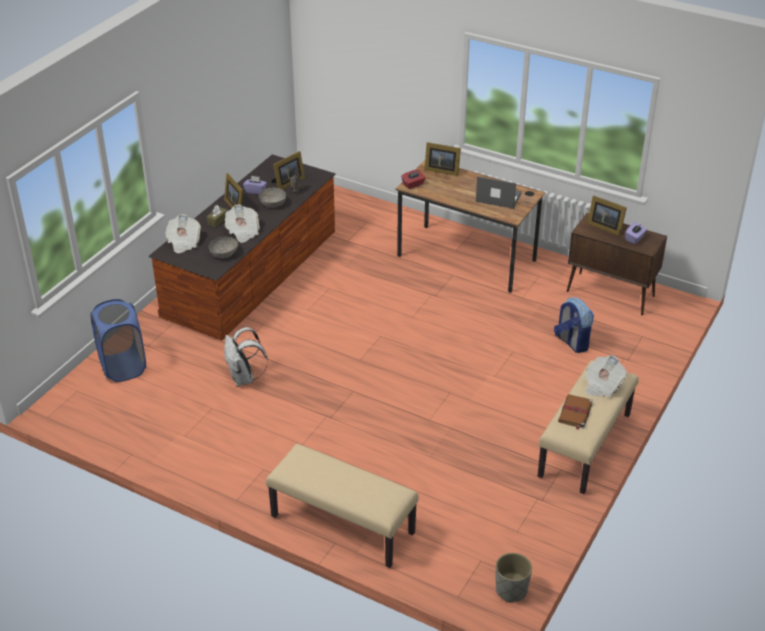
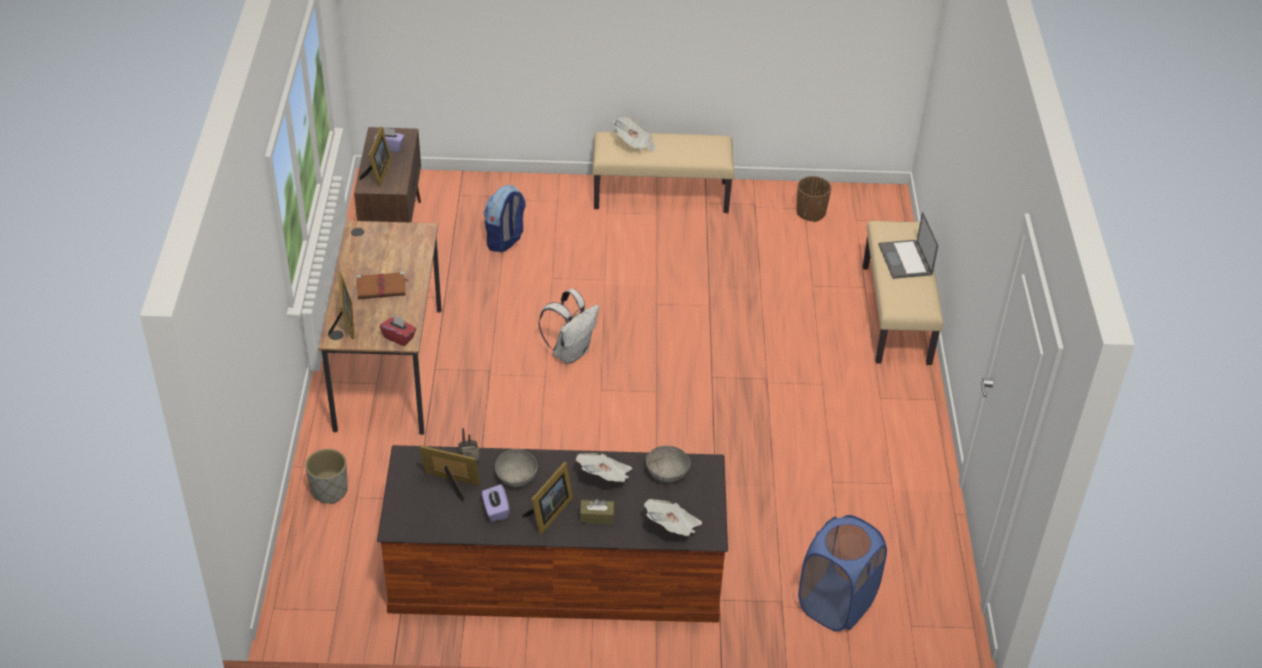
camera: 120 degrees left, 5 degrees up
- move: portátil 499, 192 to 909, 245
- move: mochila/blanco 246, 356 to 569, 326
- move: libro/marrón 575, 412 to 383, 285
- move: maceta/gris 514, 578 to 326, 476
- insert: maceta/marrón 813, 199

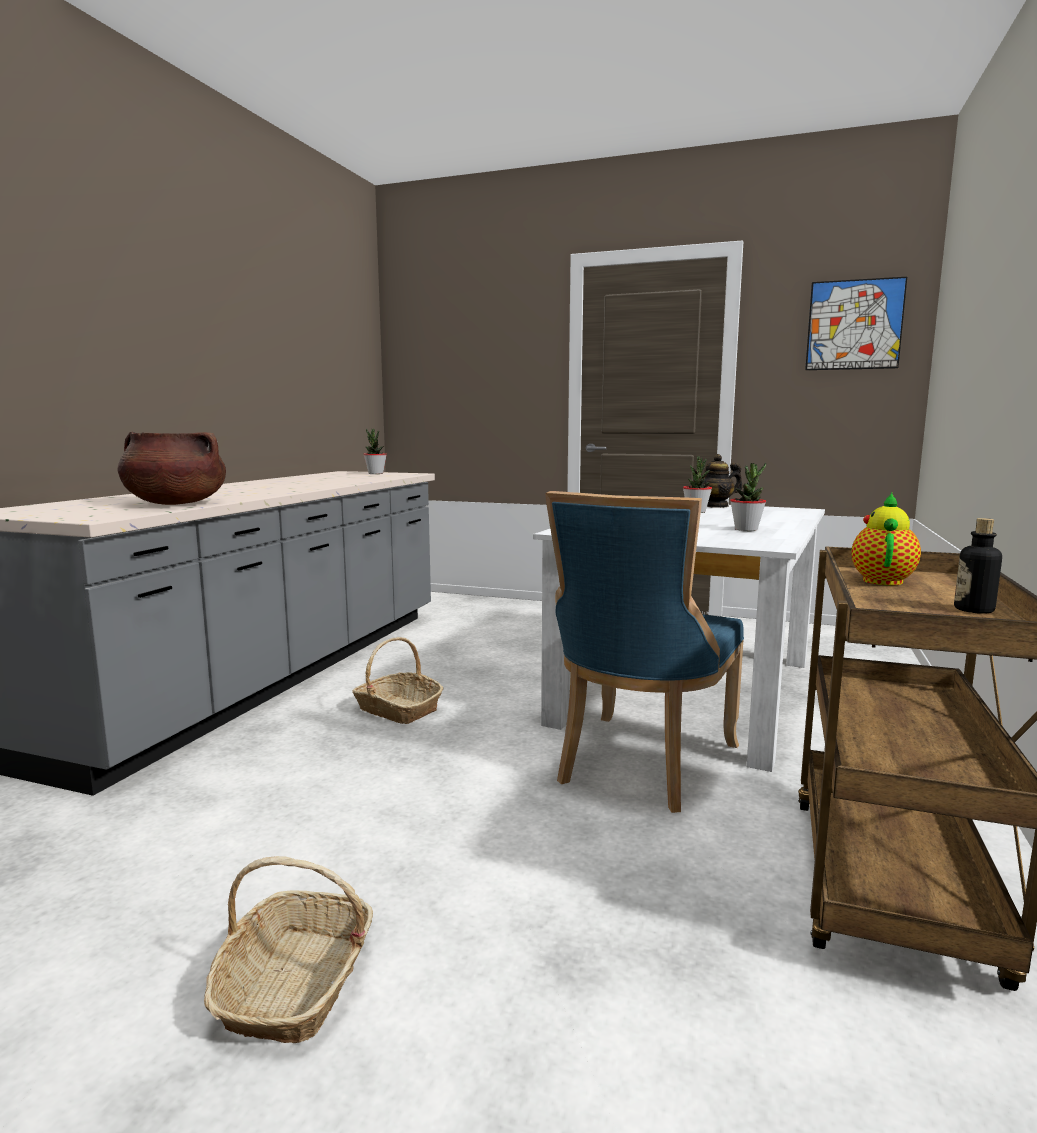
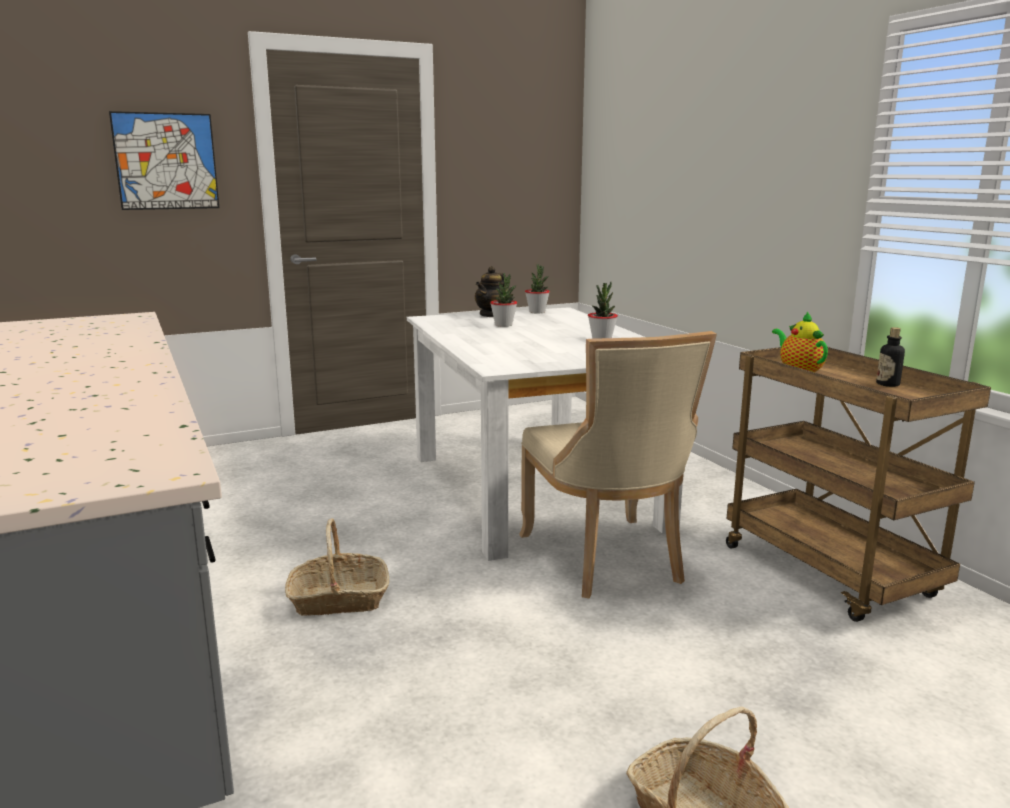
camera: 45 degrees left, 5 degrees up
- move: cuadro 856, 323 to 164, 160
- move: planta en maceta 375, 451 to 537, 289
- delete: olla/marrón 171, 468
- recolor: silla/azul 644, 652 to silla/beis 618, 465

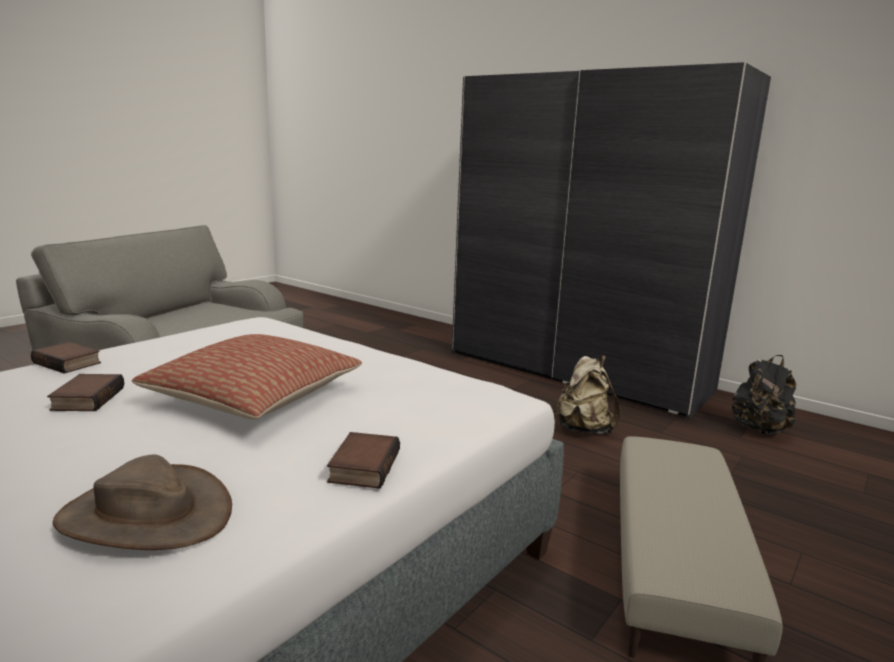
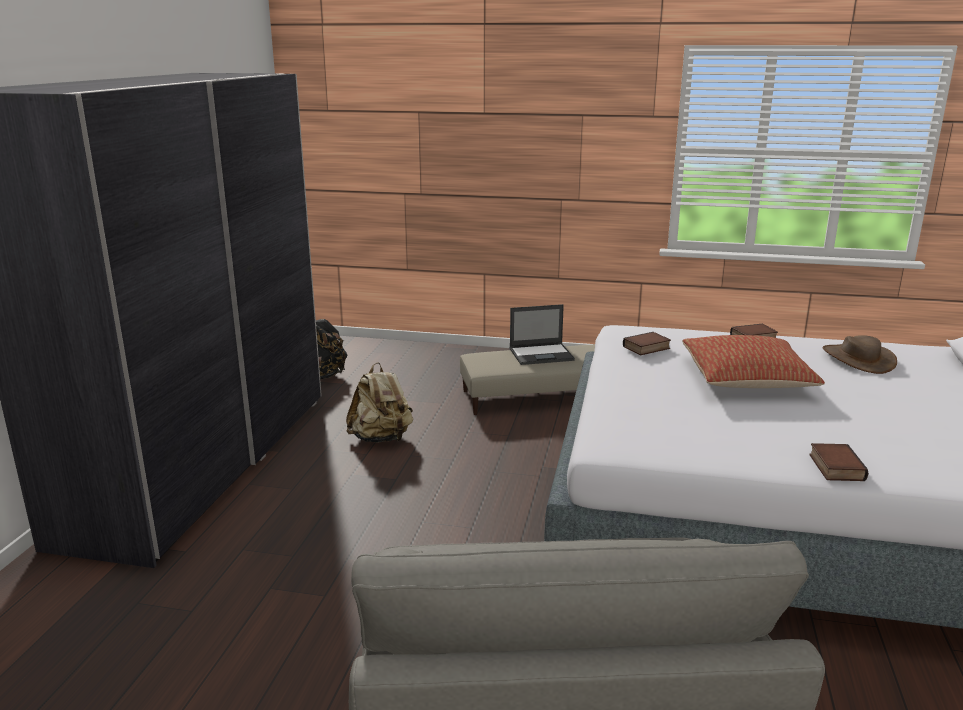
camera: 115 degrees left, 5 degrees up
- move: libro 85, 392 to 647, 343
- insert: portátil 542, 334

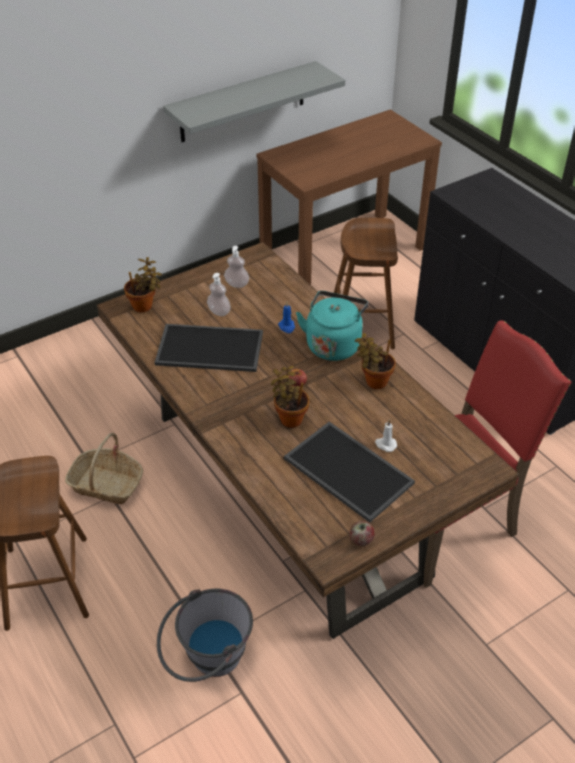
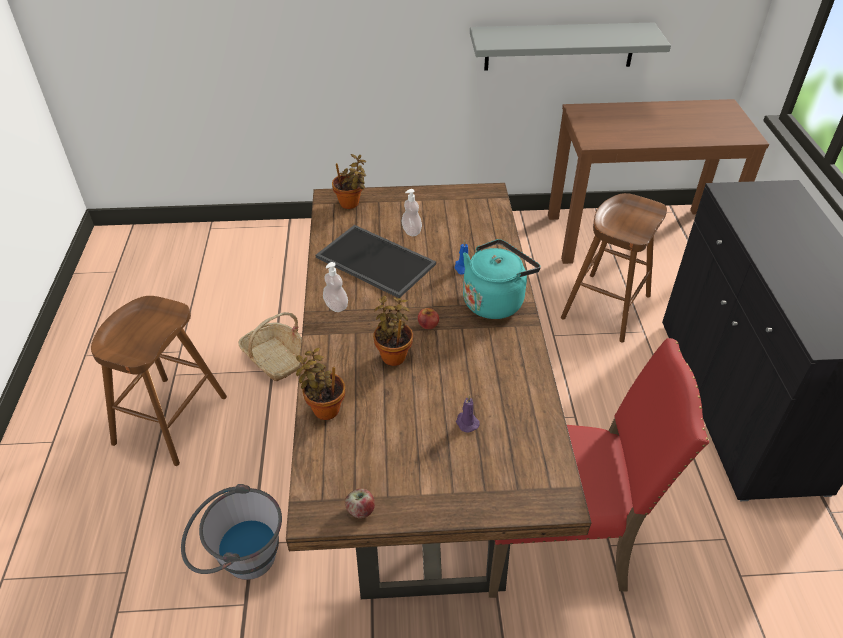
camera: 30 degrees right, 0 degrees up
- move: dispensador de jabón 236, 267 to 335, 287
- move: planta en maceta 375, 361 to 320, 383
- recolor: vela/blanco 386, 436 to vela/morado 468, 413
- delete: bandeja 349, 472

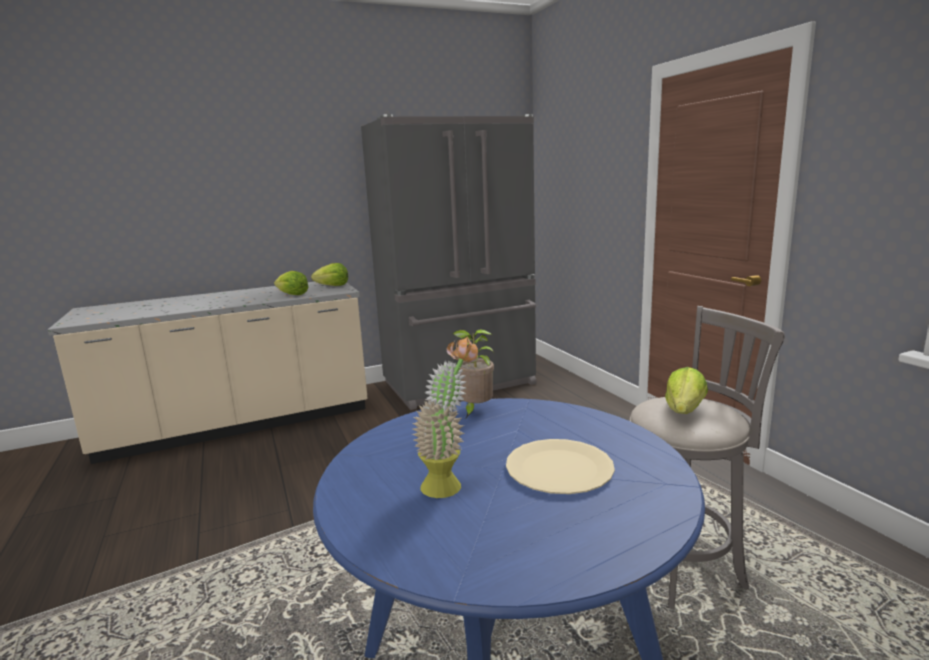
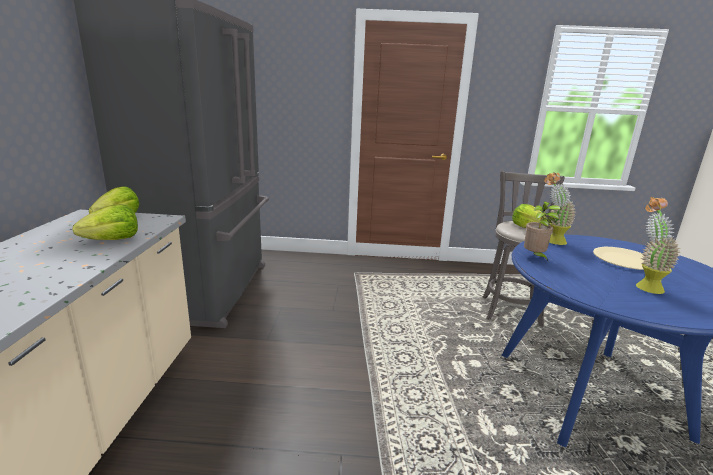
camera: 65 degrees left, 5 degrees up
- insert: planta en maceta 560, 208

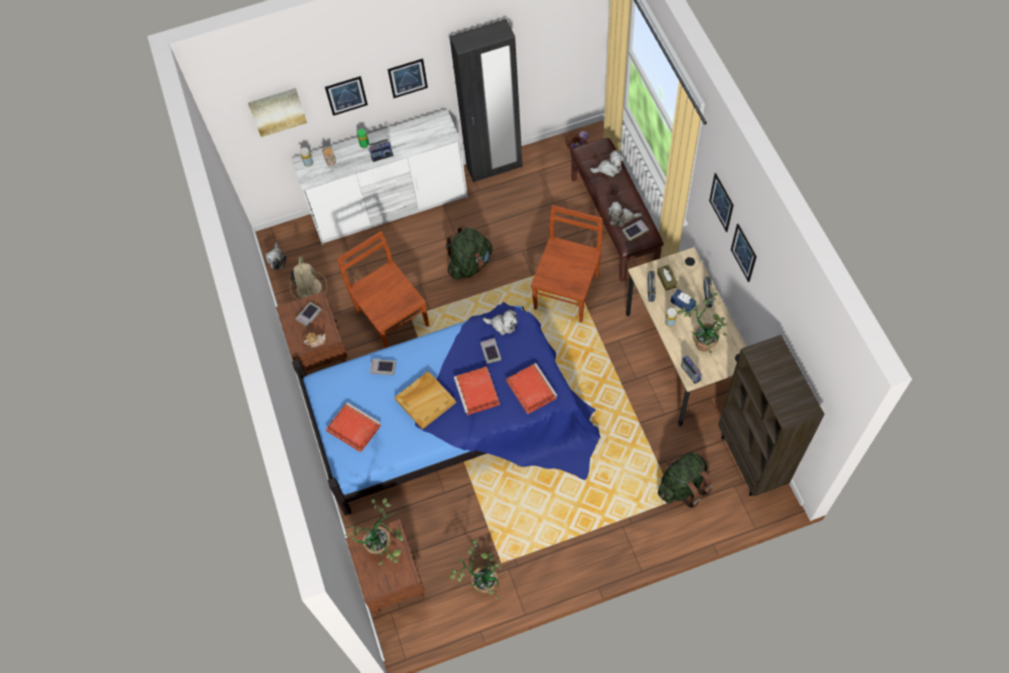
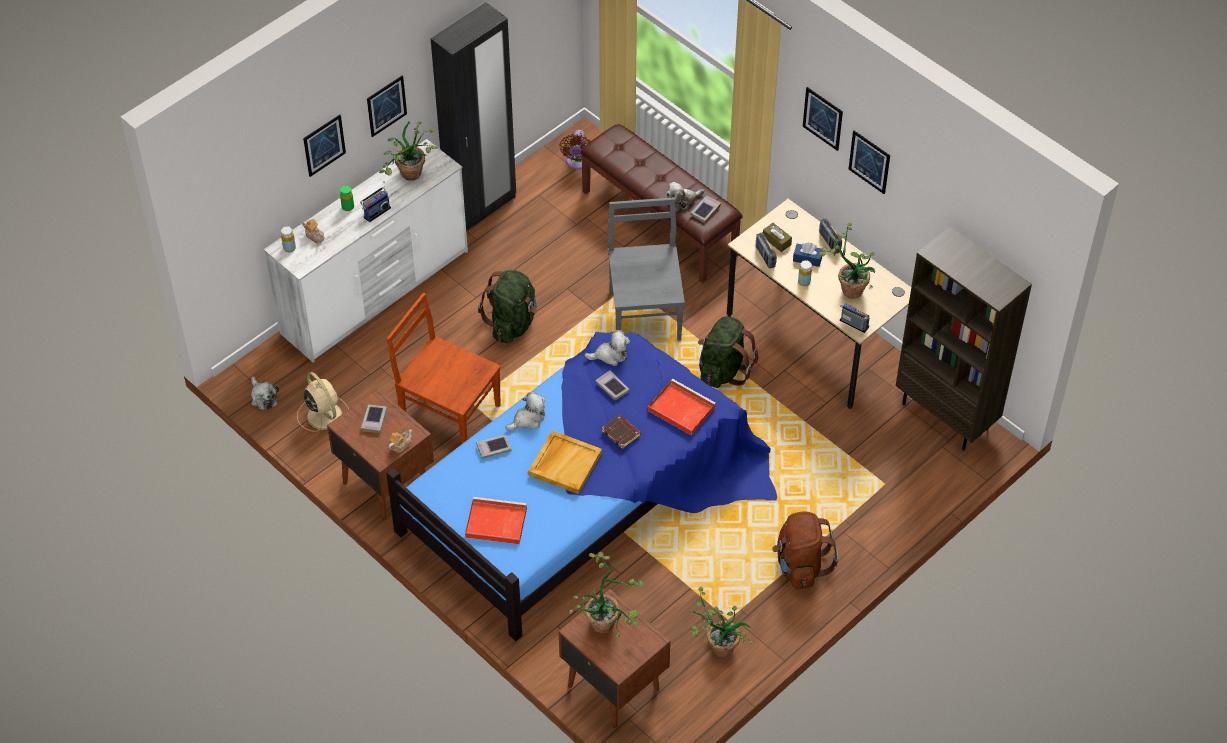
camera: 30 degrees left, 10 degrees down
- delete: cuadro 277, 112
- move: peluche 607, 163 to 525, 411
- recolor: silla/marrón 567, 263 to silla/gris 646, 269
- replace: bandeja/rojo 477, 390 to libro/marrón 621, 432
- move: mochila/verde 685, 480 to 728, 352
- insert: planta en maceta 408, 151
- insert: mochila/marrón 805, 550

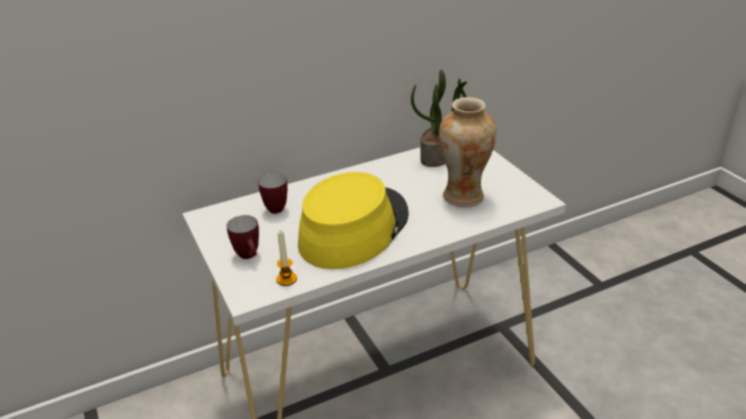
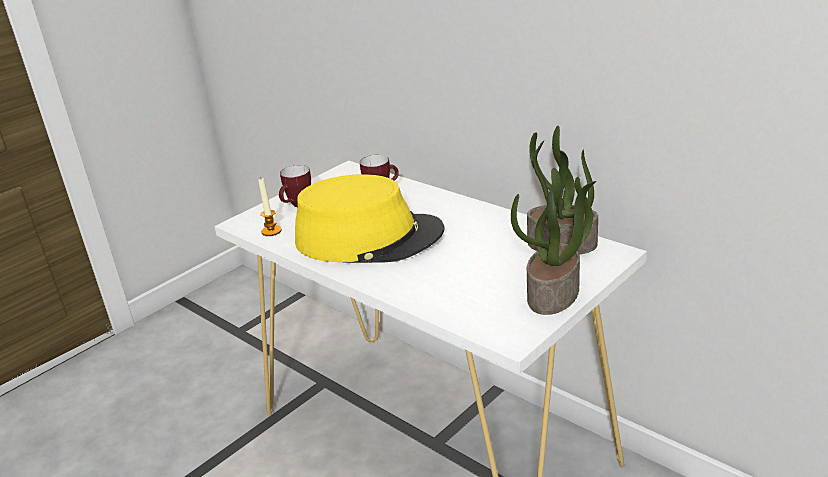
camera: 70 degrees right, 5 degrees down
- delete: florero 468, 152
- insert: planta en maceta 553, 241

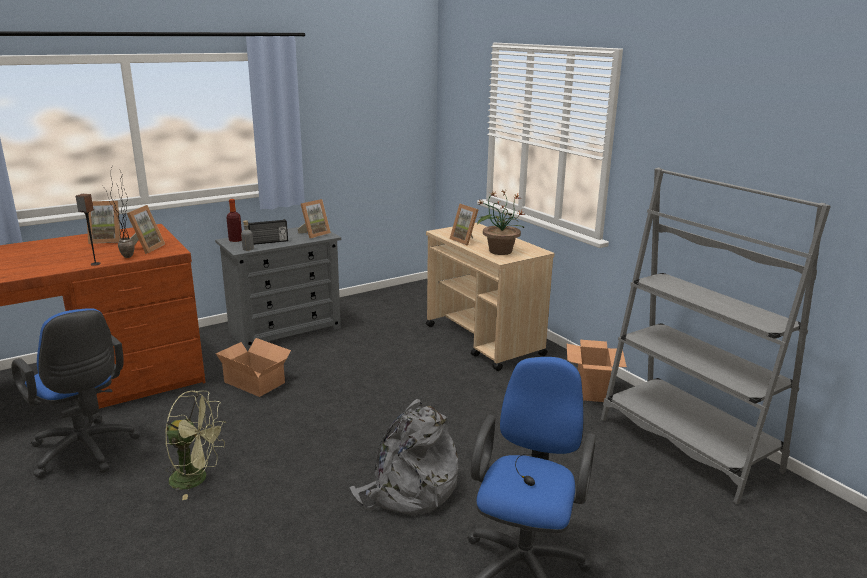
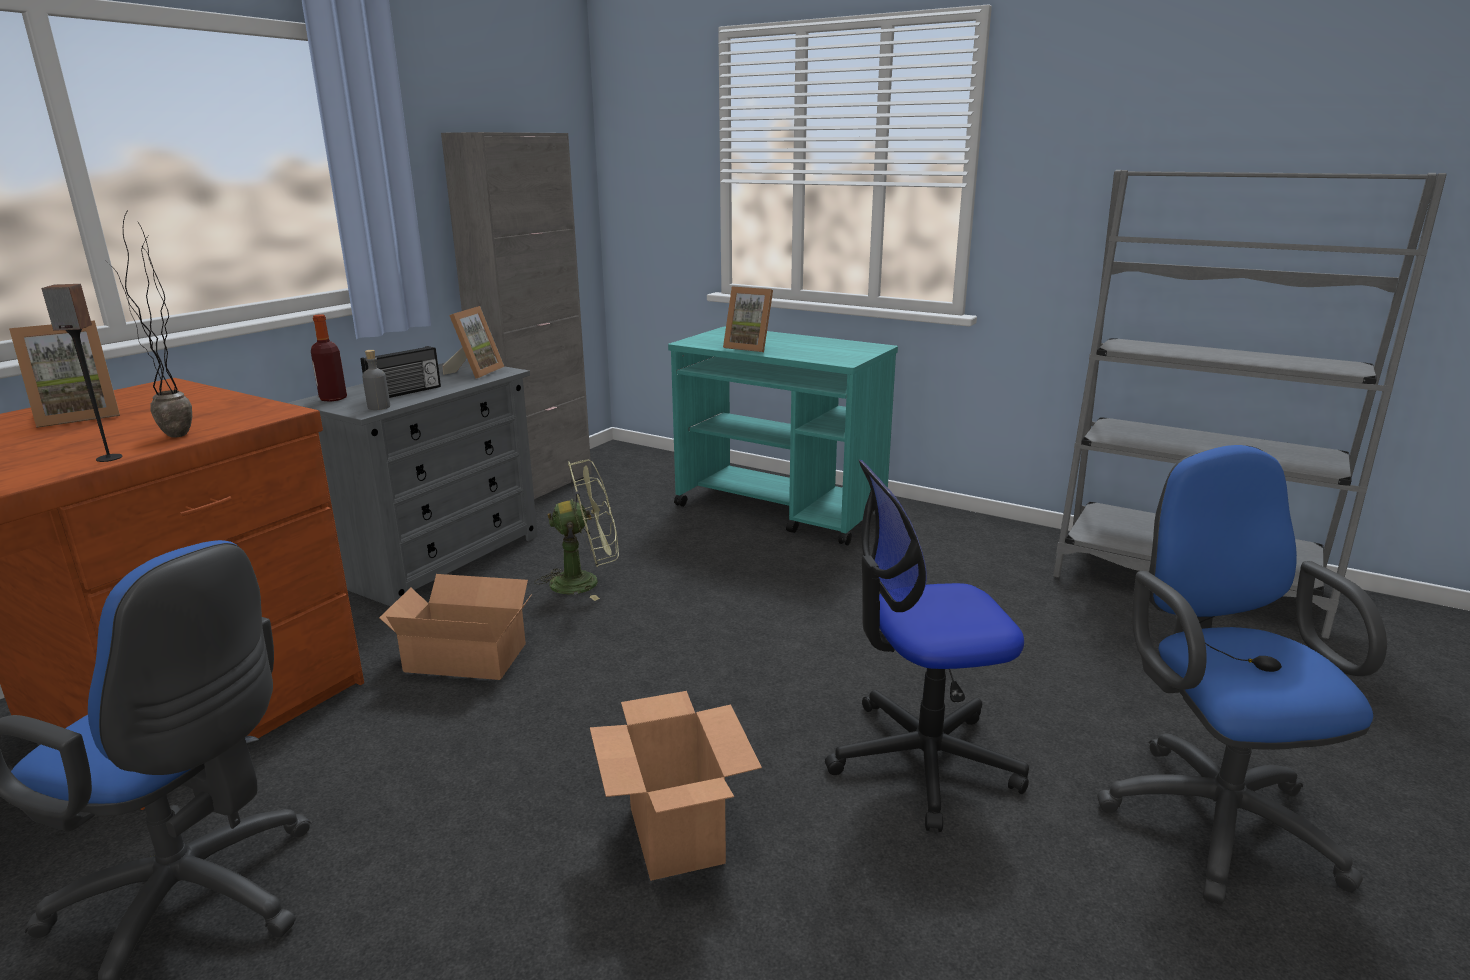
camera: 25 degrees left, 0 degrees up
- delete: planta en maceta 501, 222
- delete: portarretratos 146, 229
- recolor: carrito/beis 490, 297 to carrito/turquesa 783, 436
- move: caja de cartón 596, 371 to 676, 786
- move: ventilador/verde 196, 445 to 576, 530
- replace: mochila/gris 404, 457 to silla de oficina 927, 646
- insert: armario/gris 516, 315

